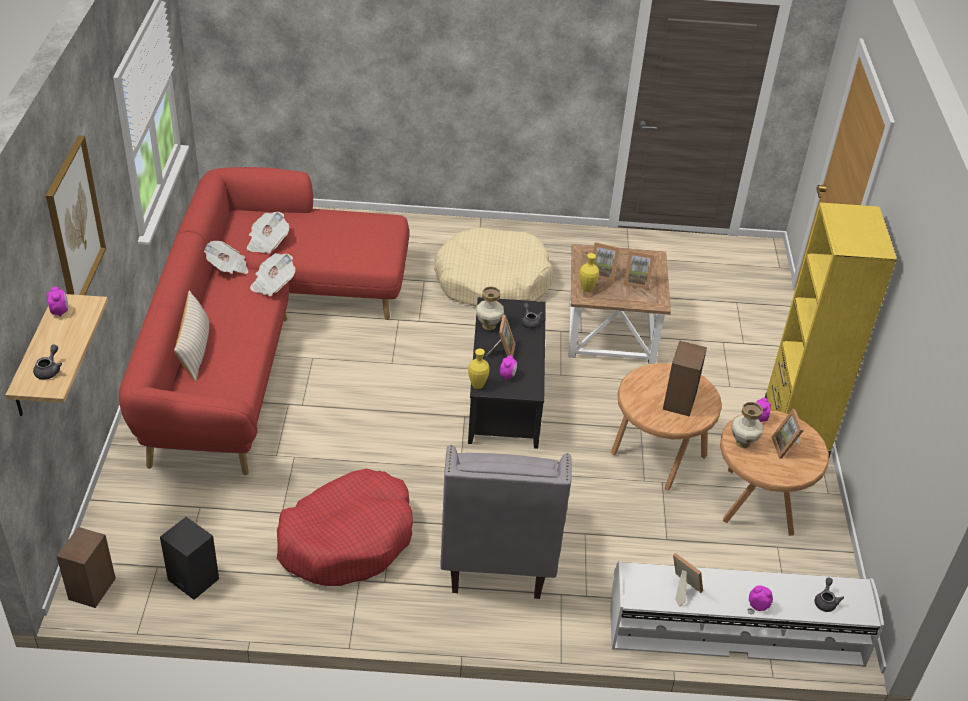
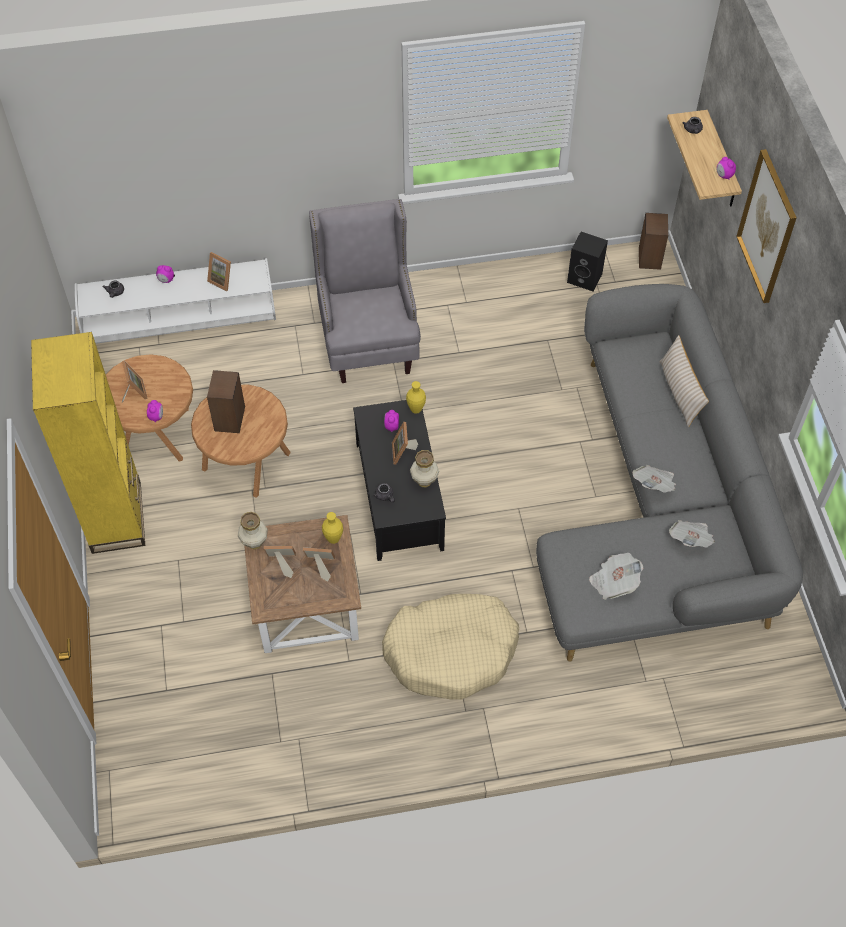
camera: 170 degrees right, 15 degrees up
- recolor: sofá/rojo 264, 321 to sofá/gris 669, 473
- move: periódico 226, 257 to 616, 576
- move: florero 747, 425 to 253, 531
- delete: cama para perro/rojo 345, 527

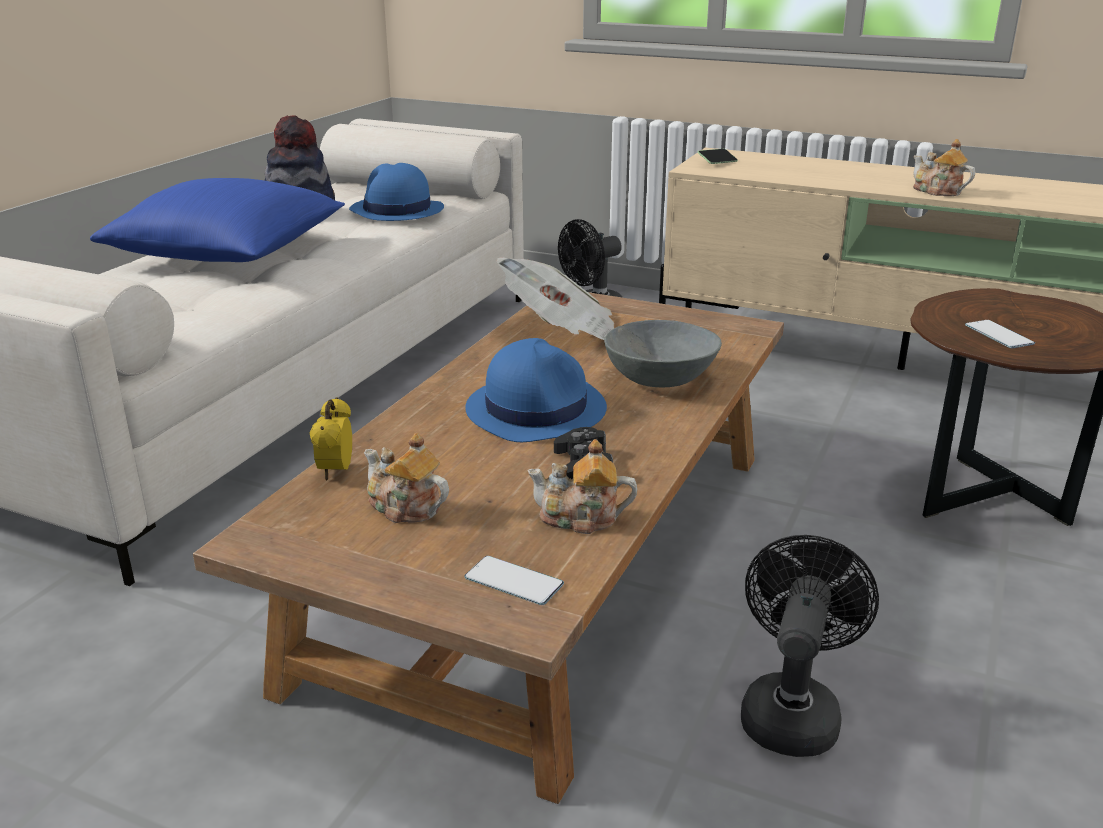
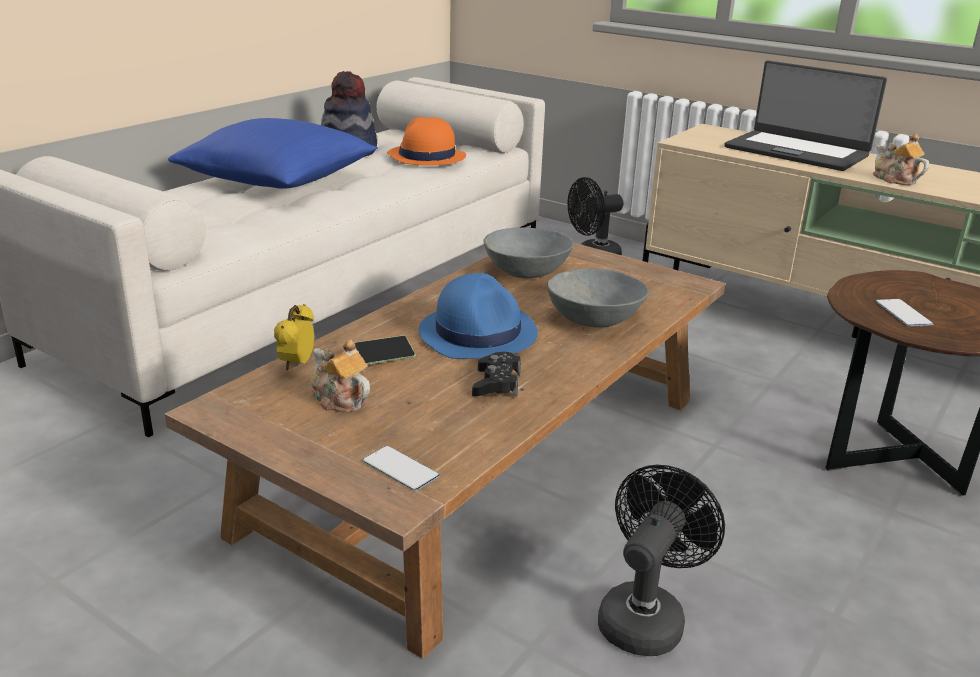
camera: 10 degrees right, 0 degrees up
- move: móvil 718, 156 to 385, 350
- recolor: sombrero/azul 396, 192 to sombrero/naranja 426, 141
- replace: periódico 555, 298 to cuenco/gris 529, 253
- delete: tetera 582, 486
- insert: portátil 805, 116

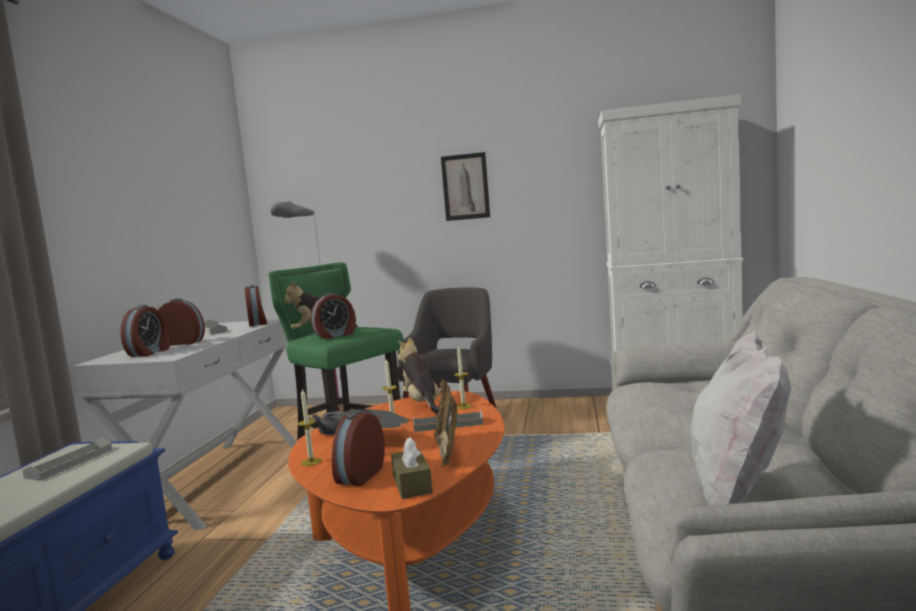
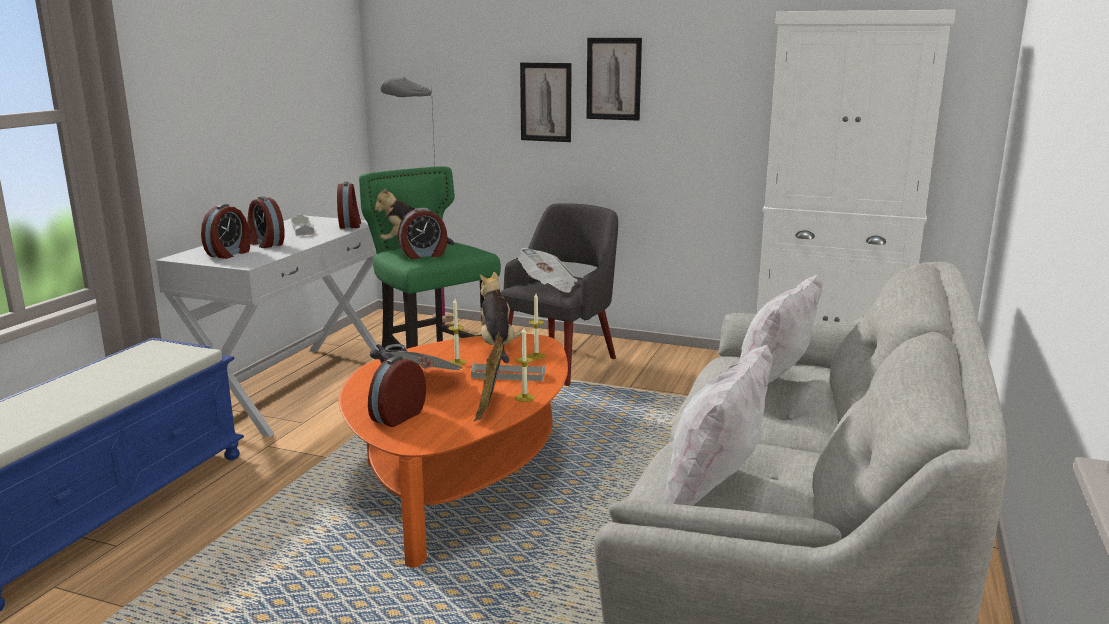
camera: 10 degrees right, 10 degrees up
- rotate: despertador 181, 322 = 266, 222 150 degrees counterclockwise
- move: vela 310, 427 to 525, 365
- delete: bandeja/gris 67, 458
- delete: caja de pañuelos/marrón 412, 468
- insert: cuadro 546, 102
- insert: periódico 547, 270
- insert: cojín/blanco 781, 328

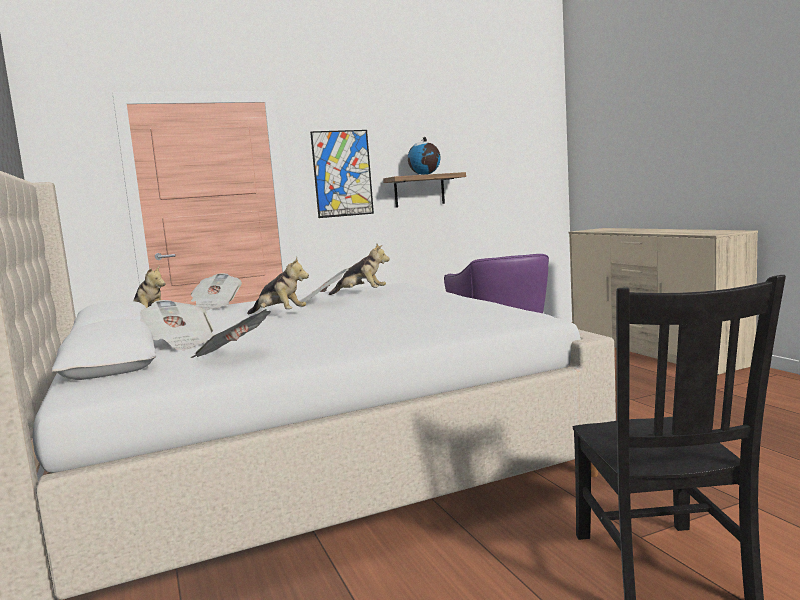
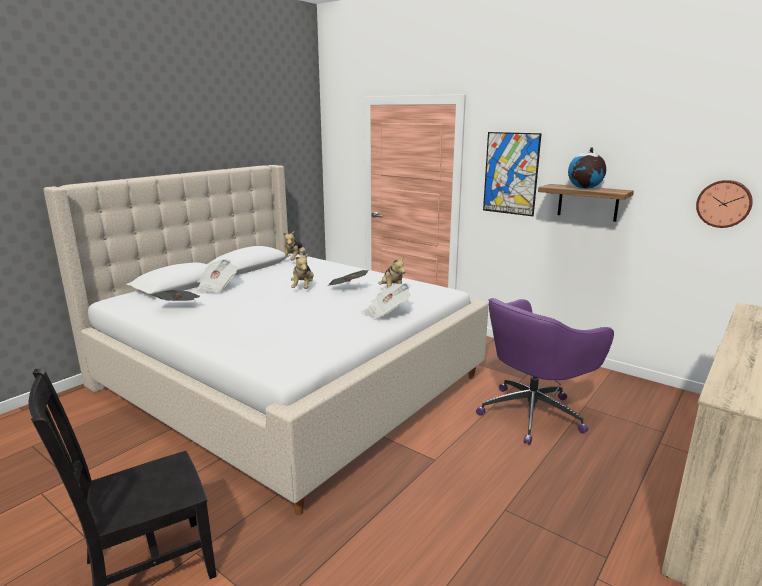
camera: 60 degrees right, 10 degrees up
- move: periódico 216, 292 to 386, 301
- insert: reloj de pared 724, 204

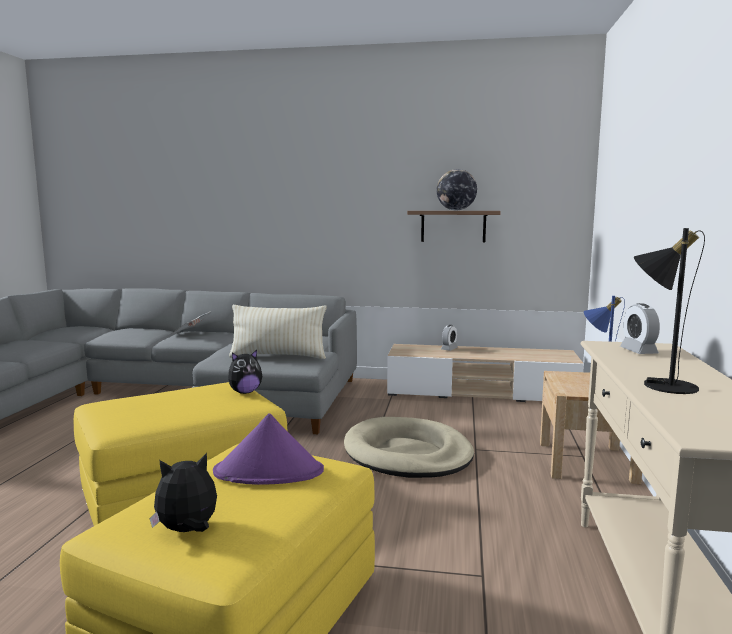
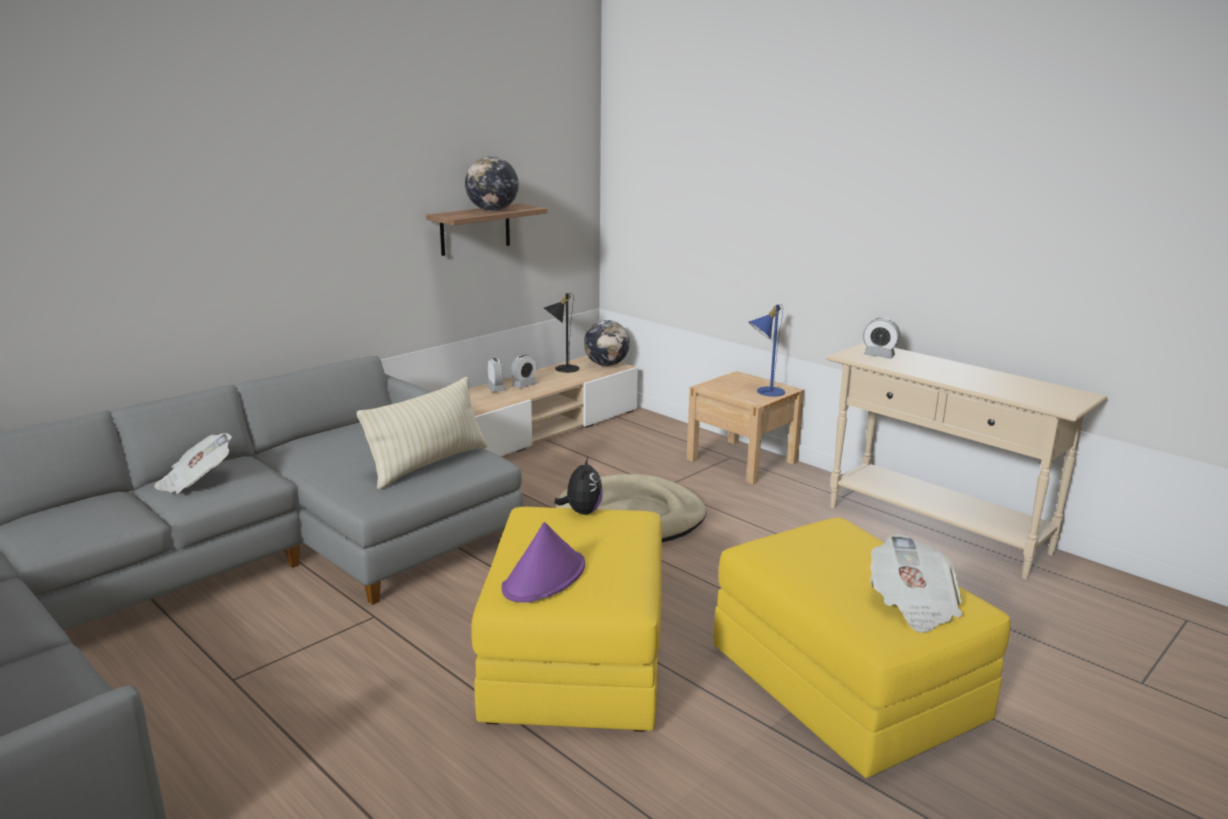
camera: 55 degrees left, 10 degrees up
- move: lámpara de mesa/negro 669, 311 to 561, 333
- move: sombrero/morado 268, 449 to 543, 562
- replace: peluche 183, 492 to periódico 916, 583
- insert: globo terráqueo 607, 343
- insert: despertador 524, 371

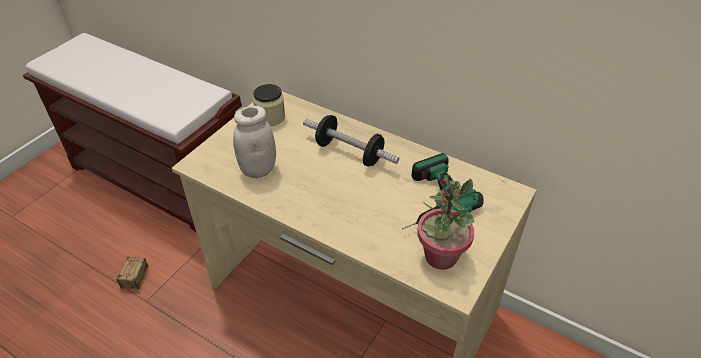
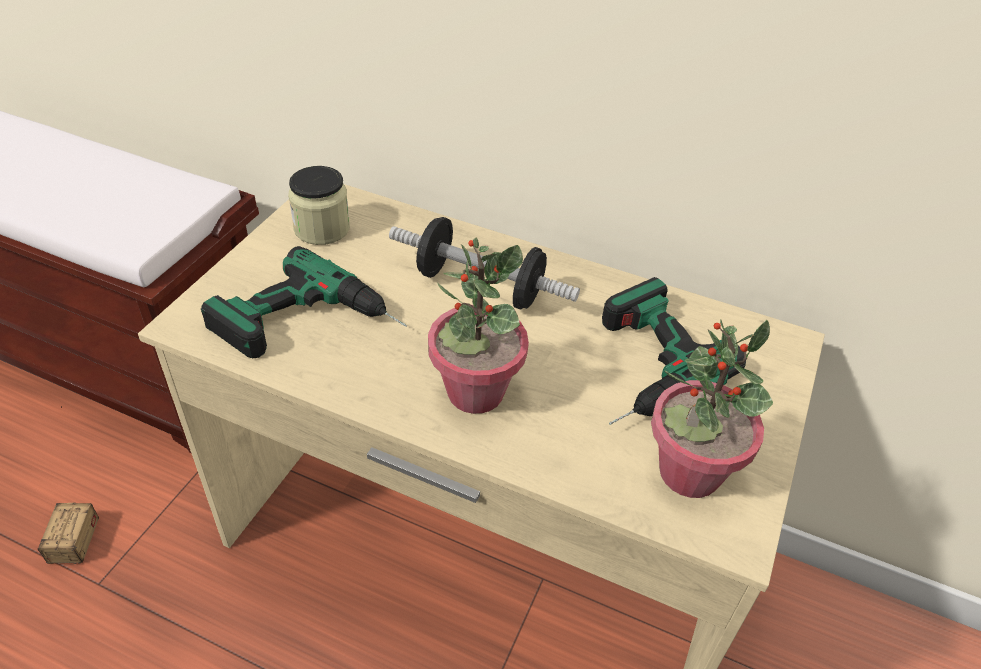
camera: 10 degrees left, 0 degrees up
- replace: tarro/blanco 254, 142 to taladro 304, 302
- insert: planta en maceta 478, 325

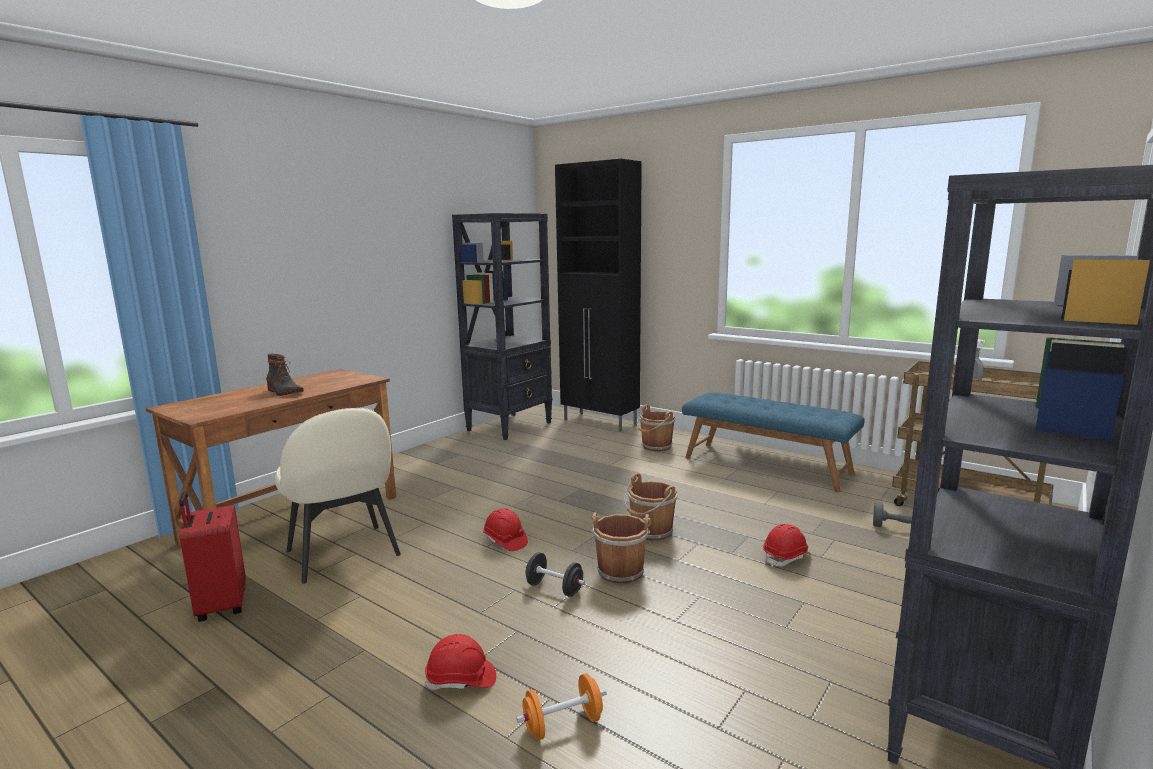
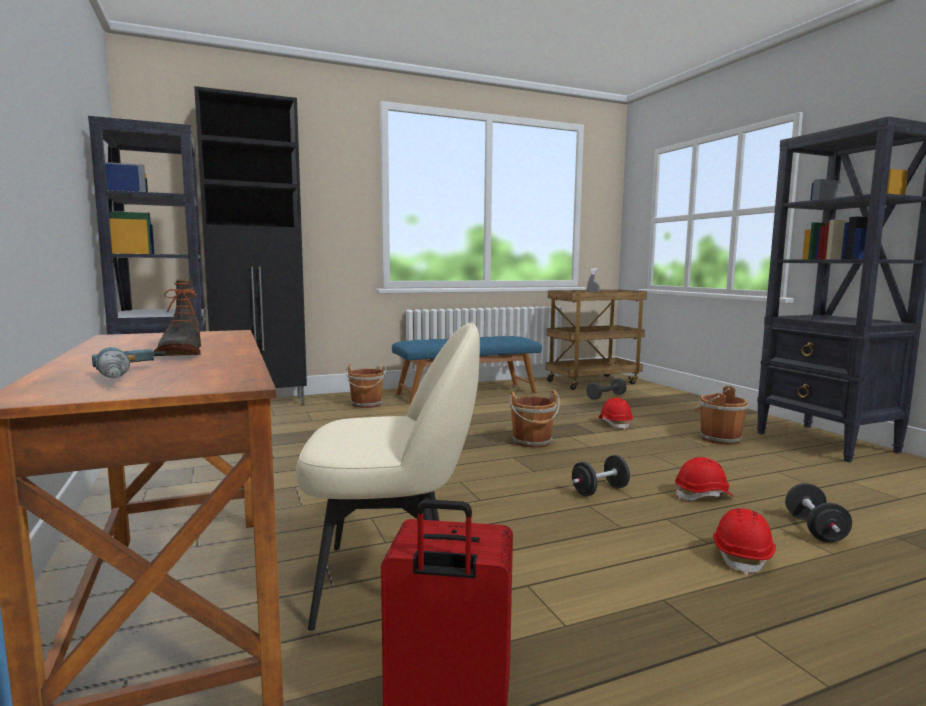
camera: 60 degrees left, 5 degrees down
- rotate: bota 285, 375 = 177, 318 90 degrees clockwise
- move: casco/rojo 505, 529 to 704, 478
- move: cubo/marrón 621, 548 to 721, 415
- recolor: mancuerna/naranja 561, 706 to mancuerna/negro 818, 512
- insert: taladro 128, 363

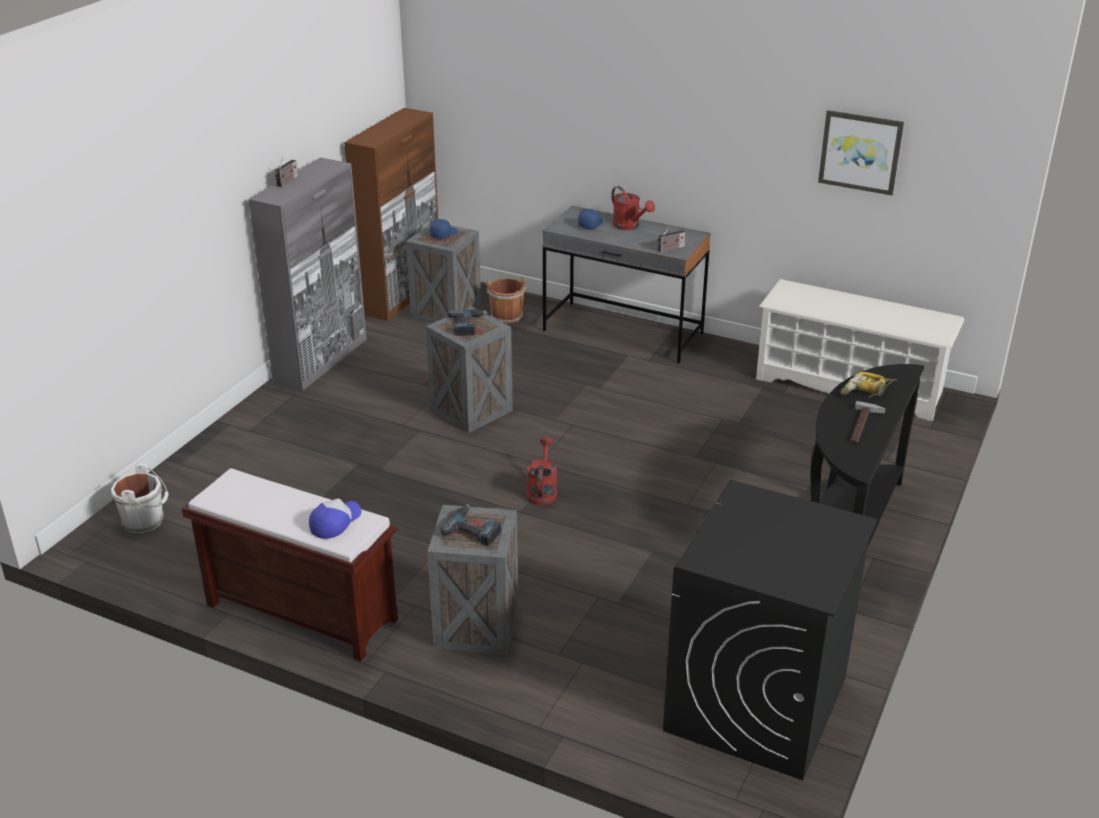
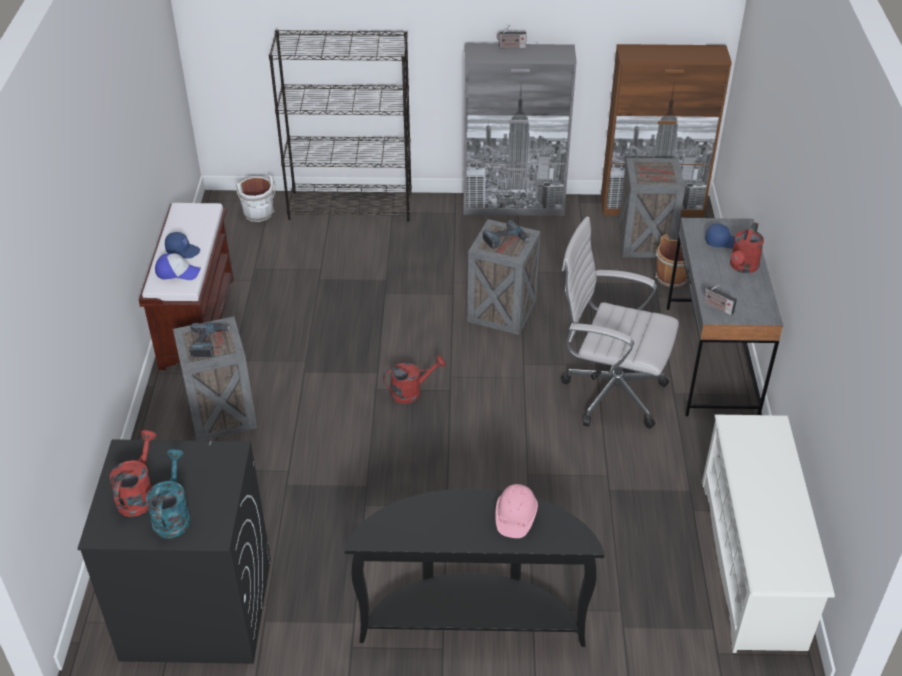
camera: 65 degrees right, 10 degrees up
- delete: cuadro 861, 152
- move: gorra/azul 444, 229 to 182, 245
- replace: taladro 868, 385 to casco/rosa 516, 511
- delete: martillo 868, 422
- insert: estantería/negro 340, 125
- insert: silla de oficina/blanco 620, 323
- insert: regadera/rojo 133, 473
- insert: regadera/turquesa 168, 494

